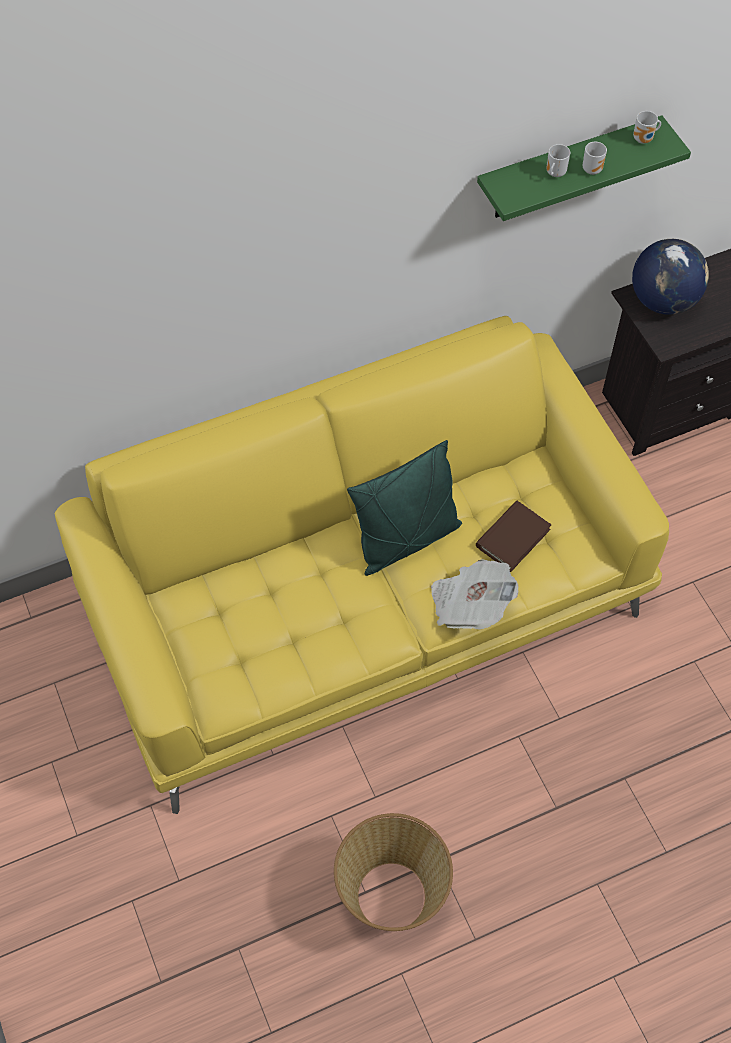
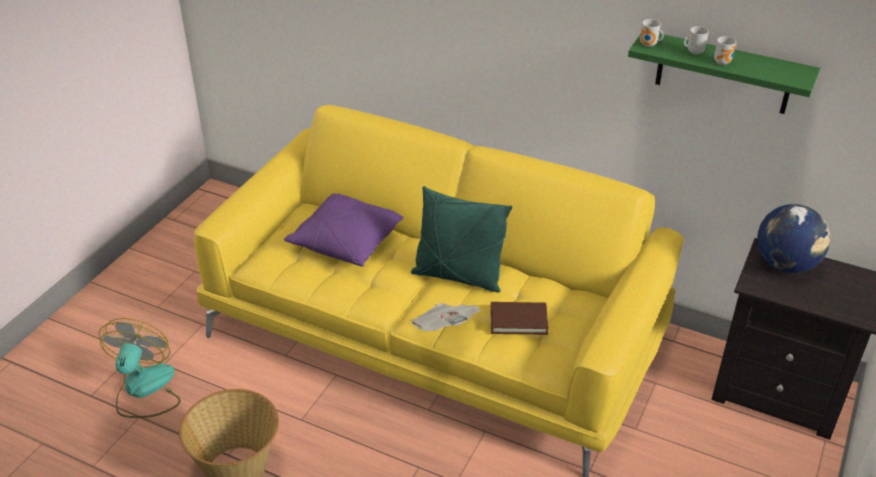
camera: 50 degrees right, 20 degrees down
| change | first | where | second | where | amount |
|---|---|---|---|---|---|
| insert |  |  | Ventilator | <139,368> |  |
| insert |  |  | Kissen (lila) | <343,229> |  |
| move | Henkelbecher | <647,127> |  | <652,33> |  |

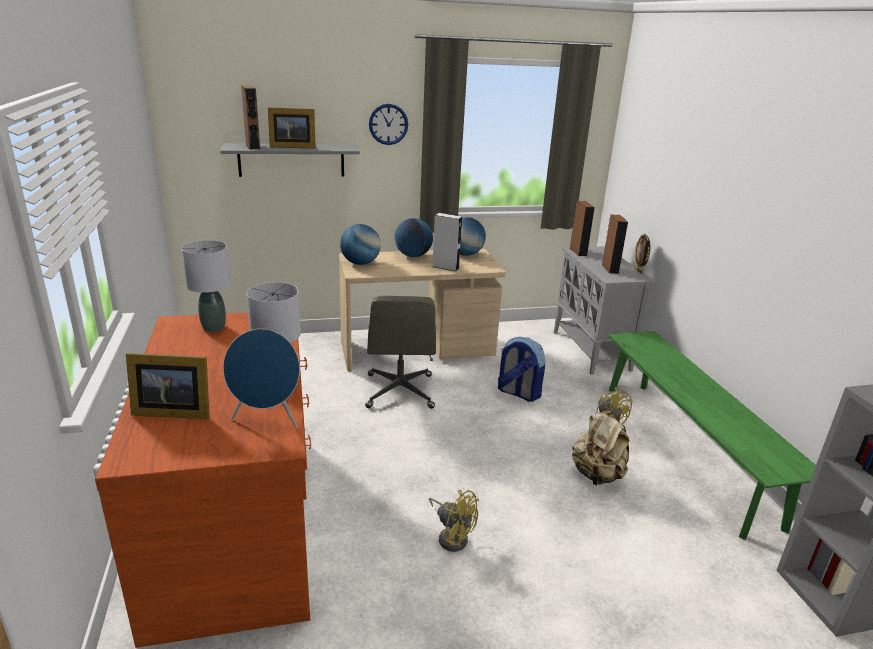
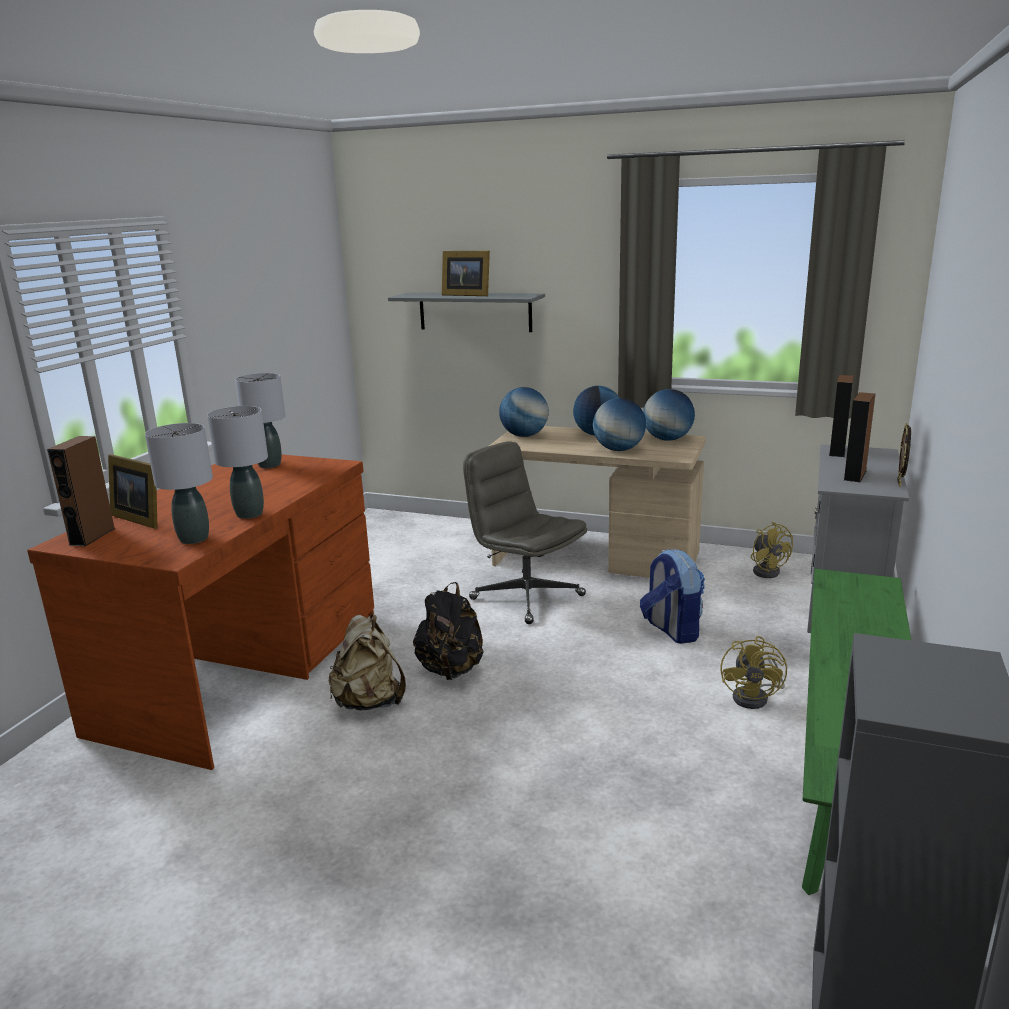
camera: 35 degrees right, 5 degrees down
| change | first | where | second | where | amount |
|---|---|---|---|---|---|
| delete | Wanduhr | <388,124> |  |  |  |
| insert |  |  | Rucksack (schwarz) | <448,631> |  |
| move | Lautsprecher (braun) | <250,118> |  | <81,491> |  |
| move | Ventilator (gelb) | <454,521> |  | <772,550> |  |
| move | Rucksack (beige) | <600,447> |  | <367,662> |  |
| replace | Lautsprecher (blau) | <261,379> | Tischlampe (grau) | <179,483> |  |
| replace | Lautsprecher (grau) | <447,242> | Globus | <619,424> |  |
| rotate | Bürostuhl (grau) | <400,352> |  | <525,532> | 105 degrees clockwise |

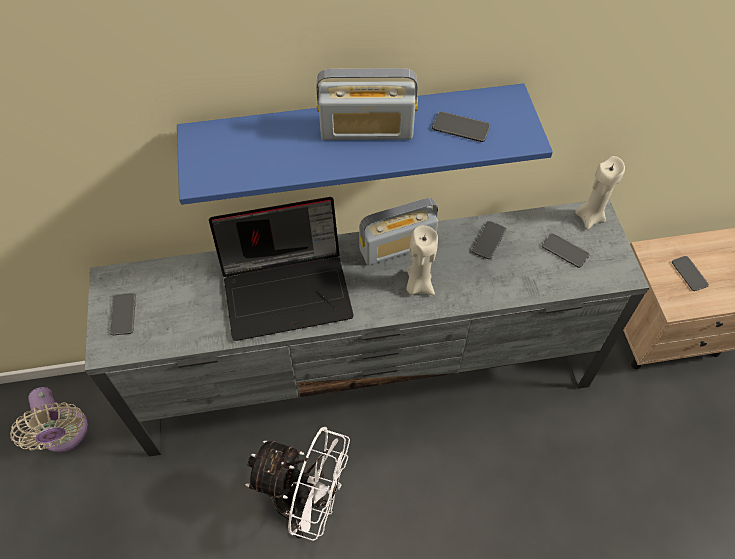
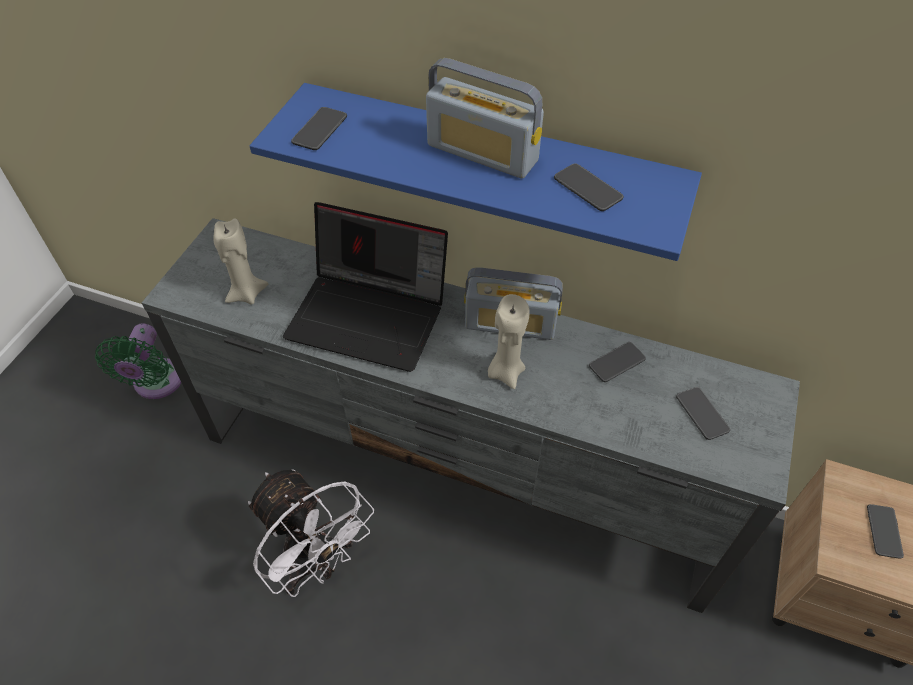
camera: 30 degrees right, 5 degrees down
| change | first | where | second | where | amount |
|---|---|---|---|---|---|
| move | Handy | <123,314> |  | <319,128> |  |
| move | Kerze (beige) | <600,192> |  | <240,261> |  |
| recolor | Ventilator (beige) | <49,419> | Ventilator (grün) | <138,361> |  |

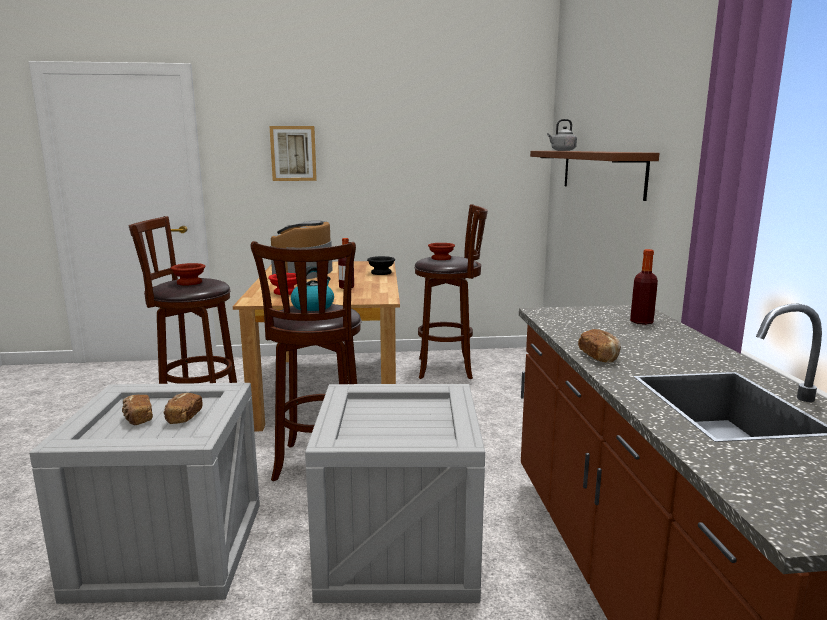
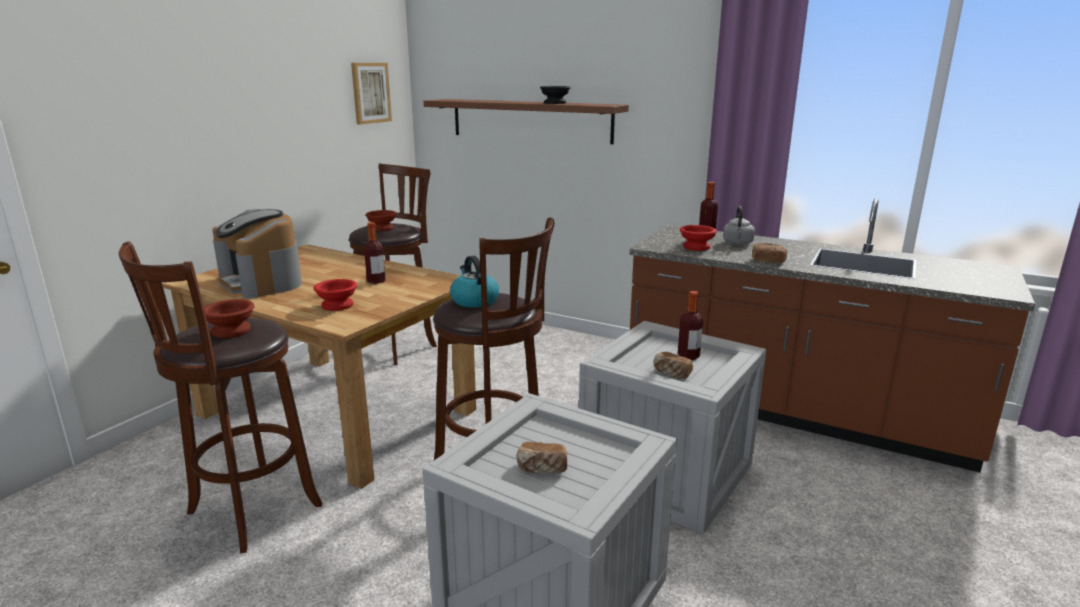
camera: 55 degrees left, 5 degrees up
| change | first | where | second | where | amount |
|---|---|---|---|---|---|
| insert |  |  | Flasche | <690,325> |  |
| insert |  |  | Schüssel (rot) | <698,238> |  |
| move | Brot | <183,408> |  | <673,365> |  |
| move | Bild | <293,153> |  | <371,94> |  |
| move | Schüssel (schwarz) | <381,265> |  | <555,95> |  |
| move | Wasserkessel (grau) | <562,135> |  | <739,225> |  |

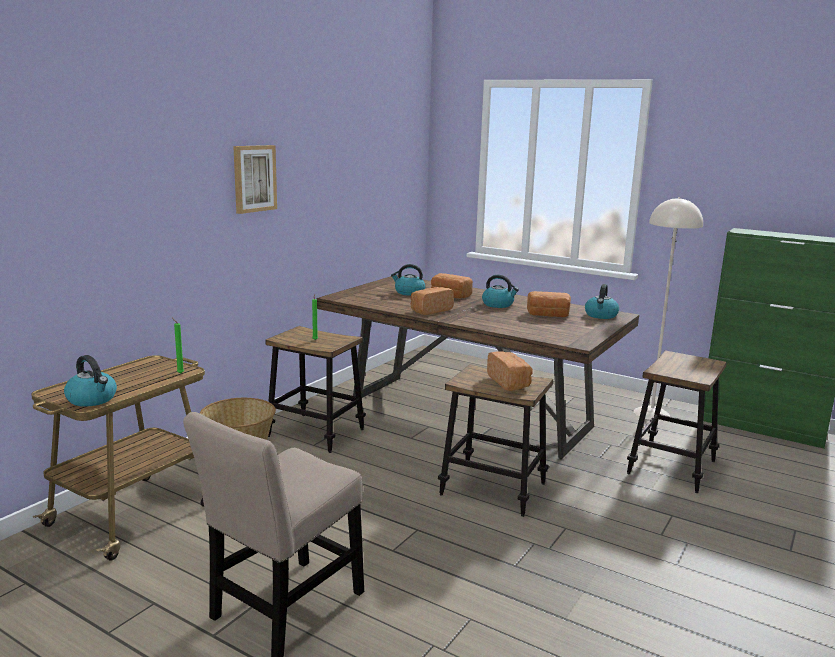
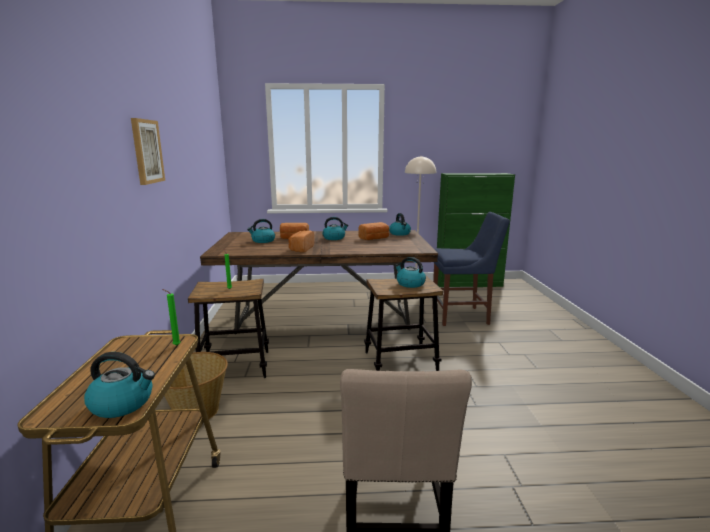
camera: 35 degrees left, 0 degrees up
| change | first | where | second | where | amount |
|---|---|---|---|---|---|
| replace | Brot | <510,371> | Wasserkessel | <410,272> |  |
| replace | Hocker | <677,421> | Stuhl (blau) | <471,269> |  |

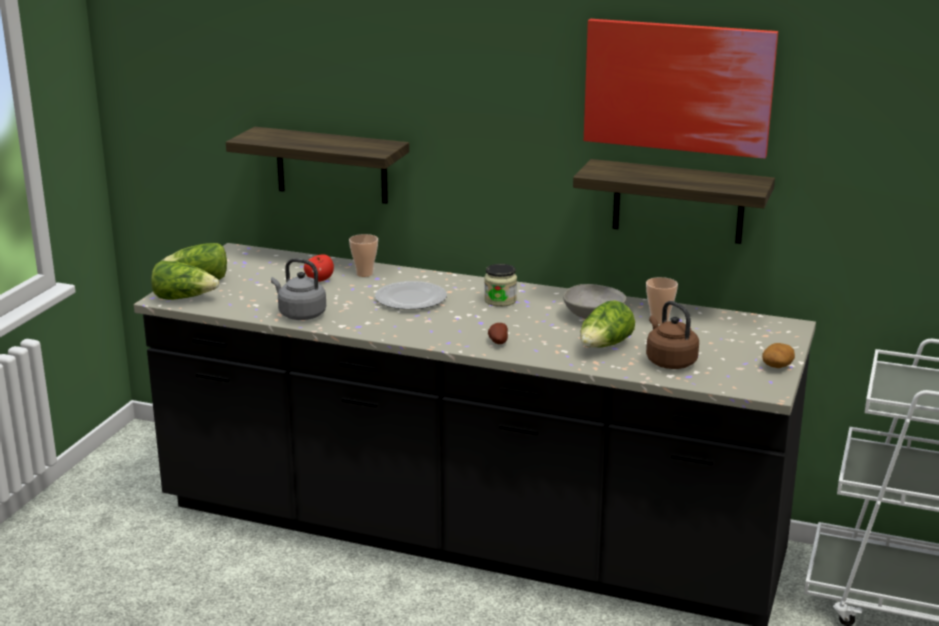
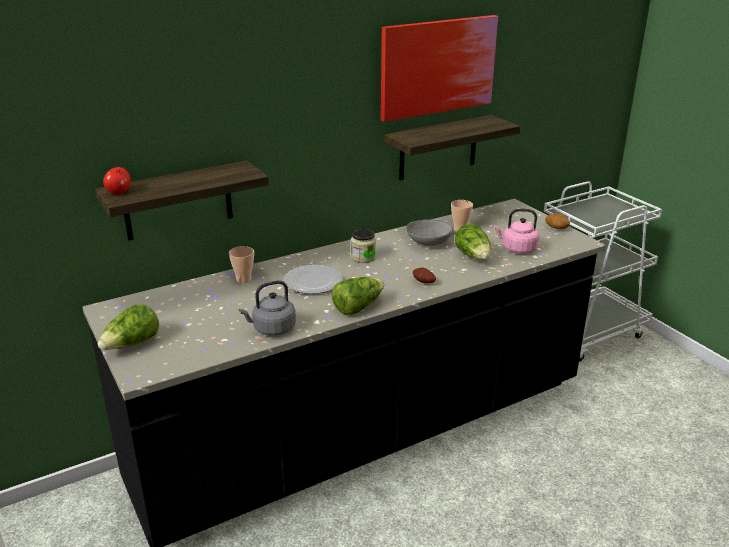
camera: 50 degrees left, 5 degrees up
| change | first | where | second | where | amount |
|---|---|---|---|---|---|
| move | Salatkopf | <185,280> |  | <358,296> |  |
| move | Apfel | <319,268> |  | <117,180> |  |
| recolor | Wasserkessel (braun) | <672,335> | Wasserkessel (rosa) | <516,231> |  |

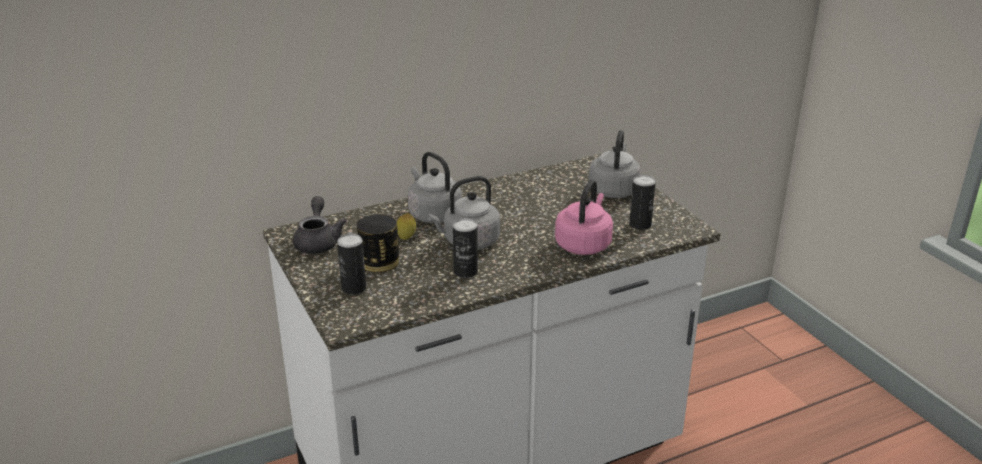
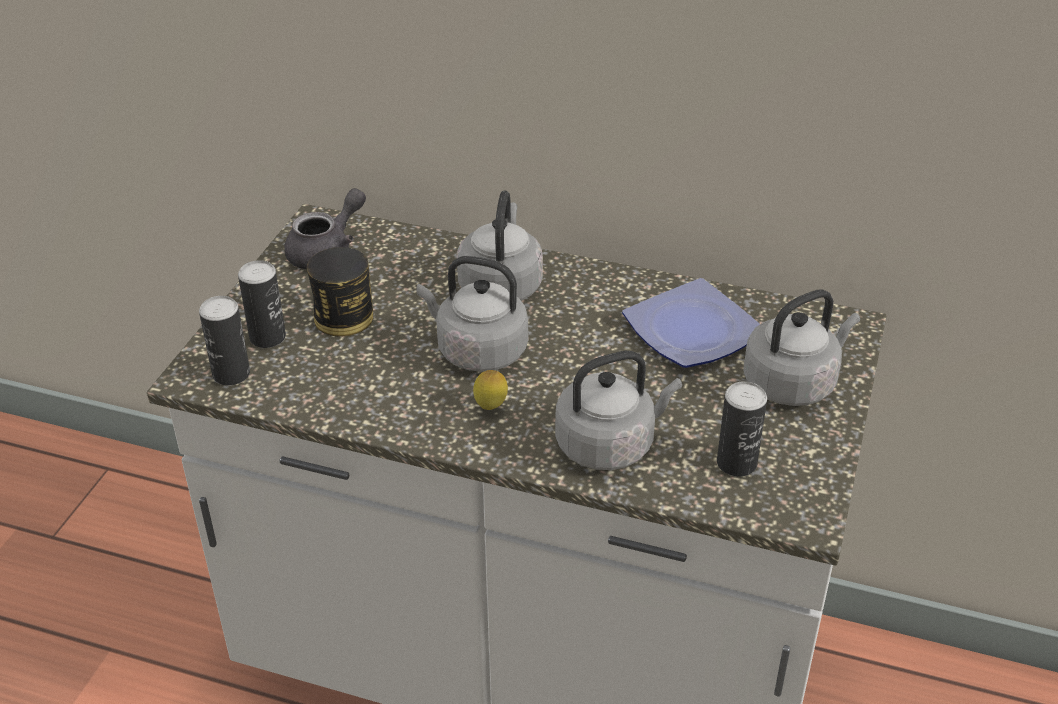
camera: 45 degrees right, 10 degrees up
| change | first | where | second | where | amount |
|---|---|---|---|---|---|
| insert |  |  | Teller | <691,323> |  |
| move | Zitrone | <406,226> |  | <490,390> |  |
| move | Dose | <465,248> |  | <224,340> |  |
| recolor | Wasserkessel (rosa) | <584,217> | Wasserkessel (grau) | <618,410> |  |

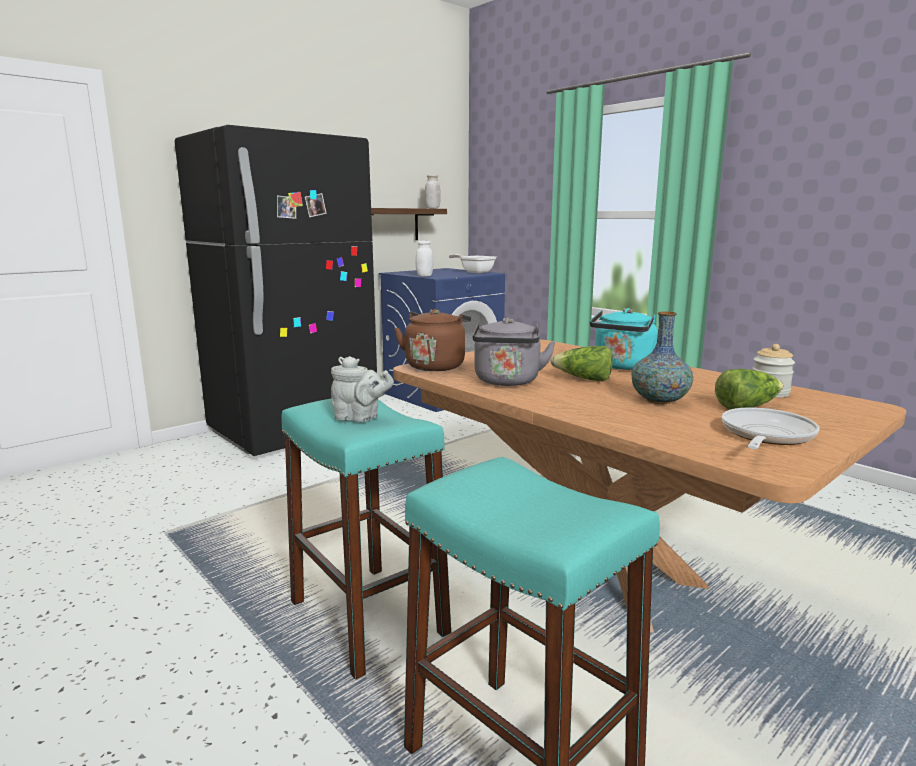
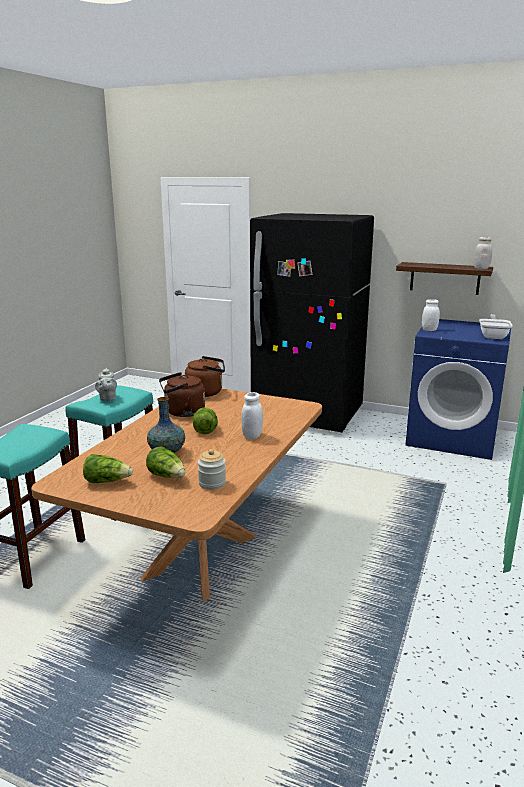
camera: 65 degrees right, 5 degrees up
| change | first | where | second | where | amount |
|---|---|---|---|---|---|
| replace | Wasserkessel (türkis) | <623,339> | Vorratsglas (weiß) | <252,416> |  |
| replace | Pfanne | <770,428> | Salatkopf | <108,468> |  |
| recolor | Wasserkessel (grau) | <514,352> | Wasserkessel (braun) | <182,394> |  |

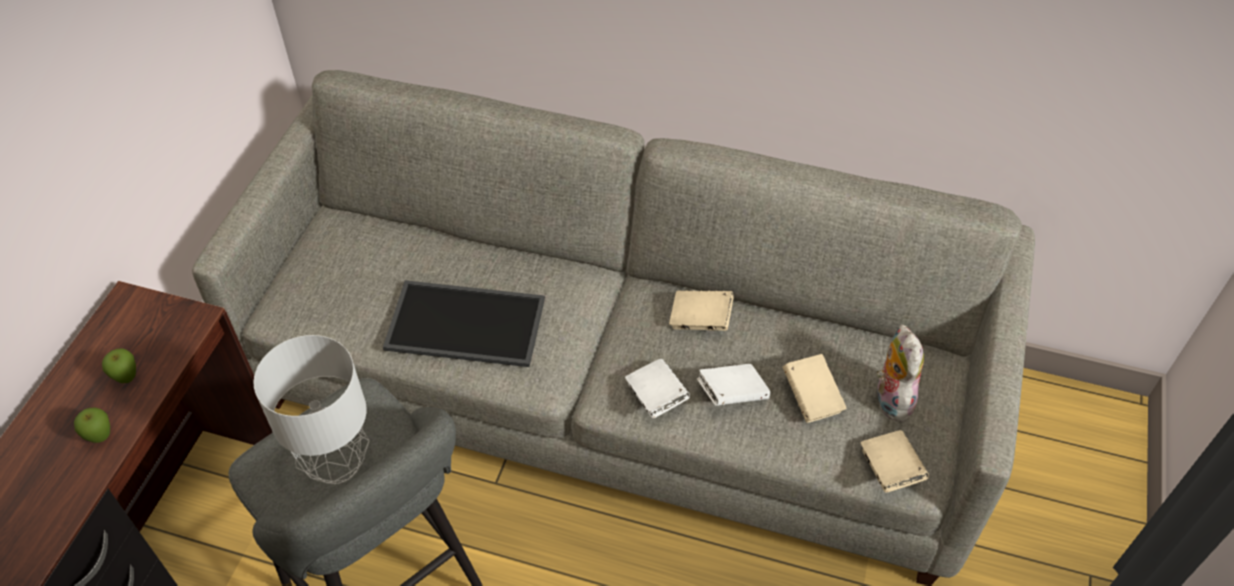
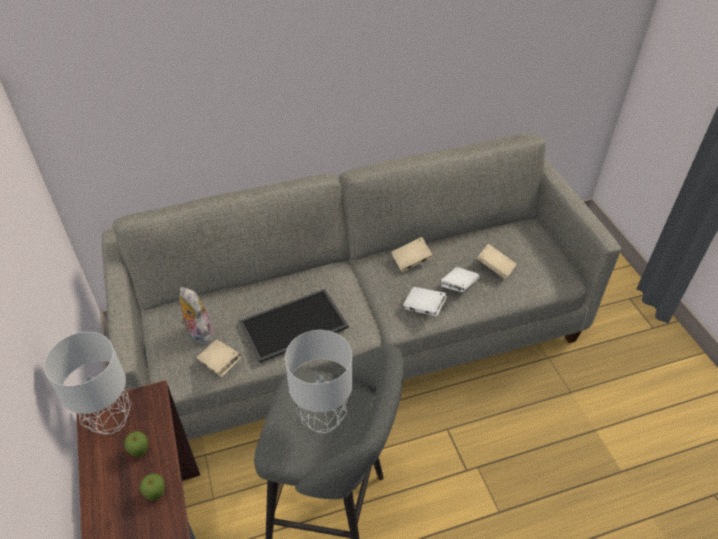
camera: 35 degrees left, 5 degrees down
| change | first | where | second | where | amount |
|---|---|---|---|---|---|
| insert |  |  | Tischlampe (grau) | <87,383> |  |
| move | Buch (beige) | <895,461> |  | <219,358> |  |
| move | Plüschtier | <900,373> |  | <196,315> |  |

